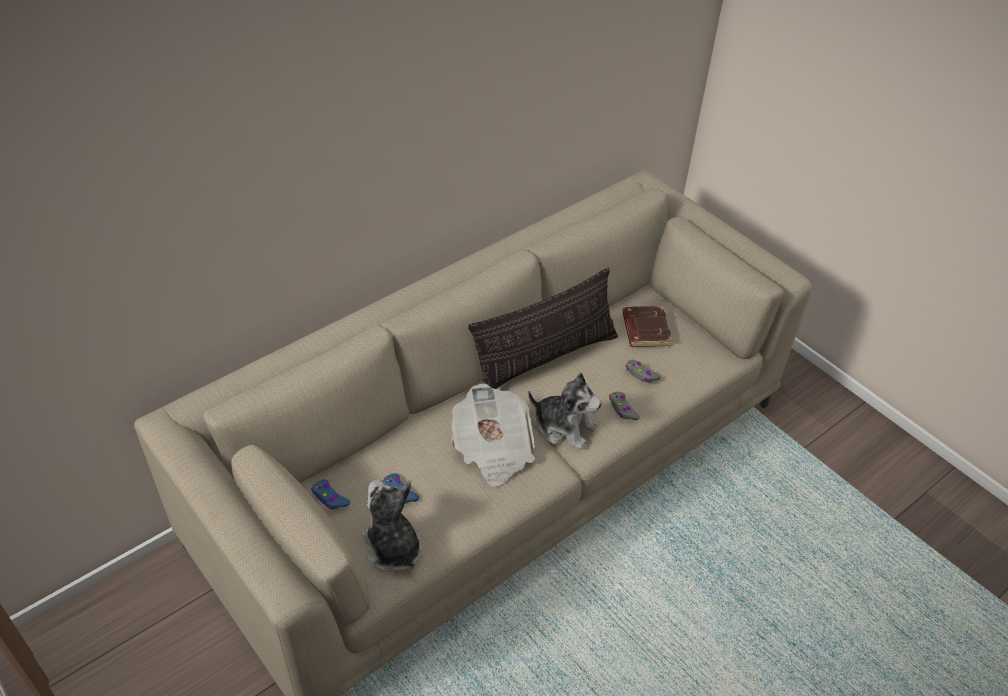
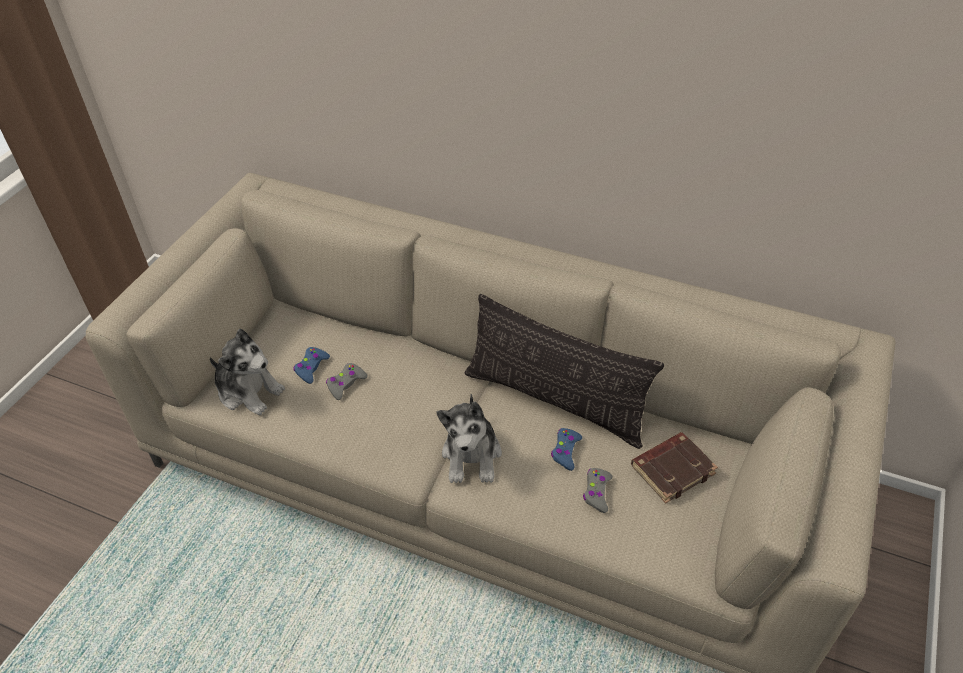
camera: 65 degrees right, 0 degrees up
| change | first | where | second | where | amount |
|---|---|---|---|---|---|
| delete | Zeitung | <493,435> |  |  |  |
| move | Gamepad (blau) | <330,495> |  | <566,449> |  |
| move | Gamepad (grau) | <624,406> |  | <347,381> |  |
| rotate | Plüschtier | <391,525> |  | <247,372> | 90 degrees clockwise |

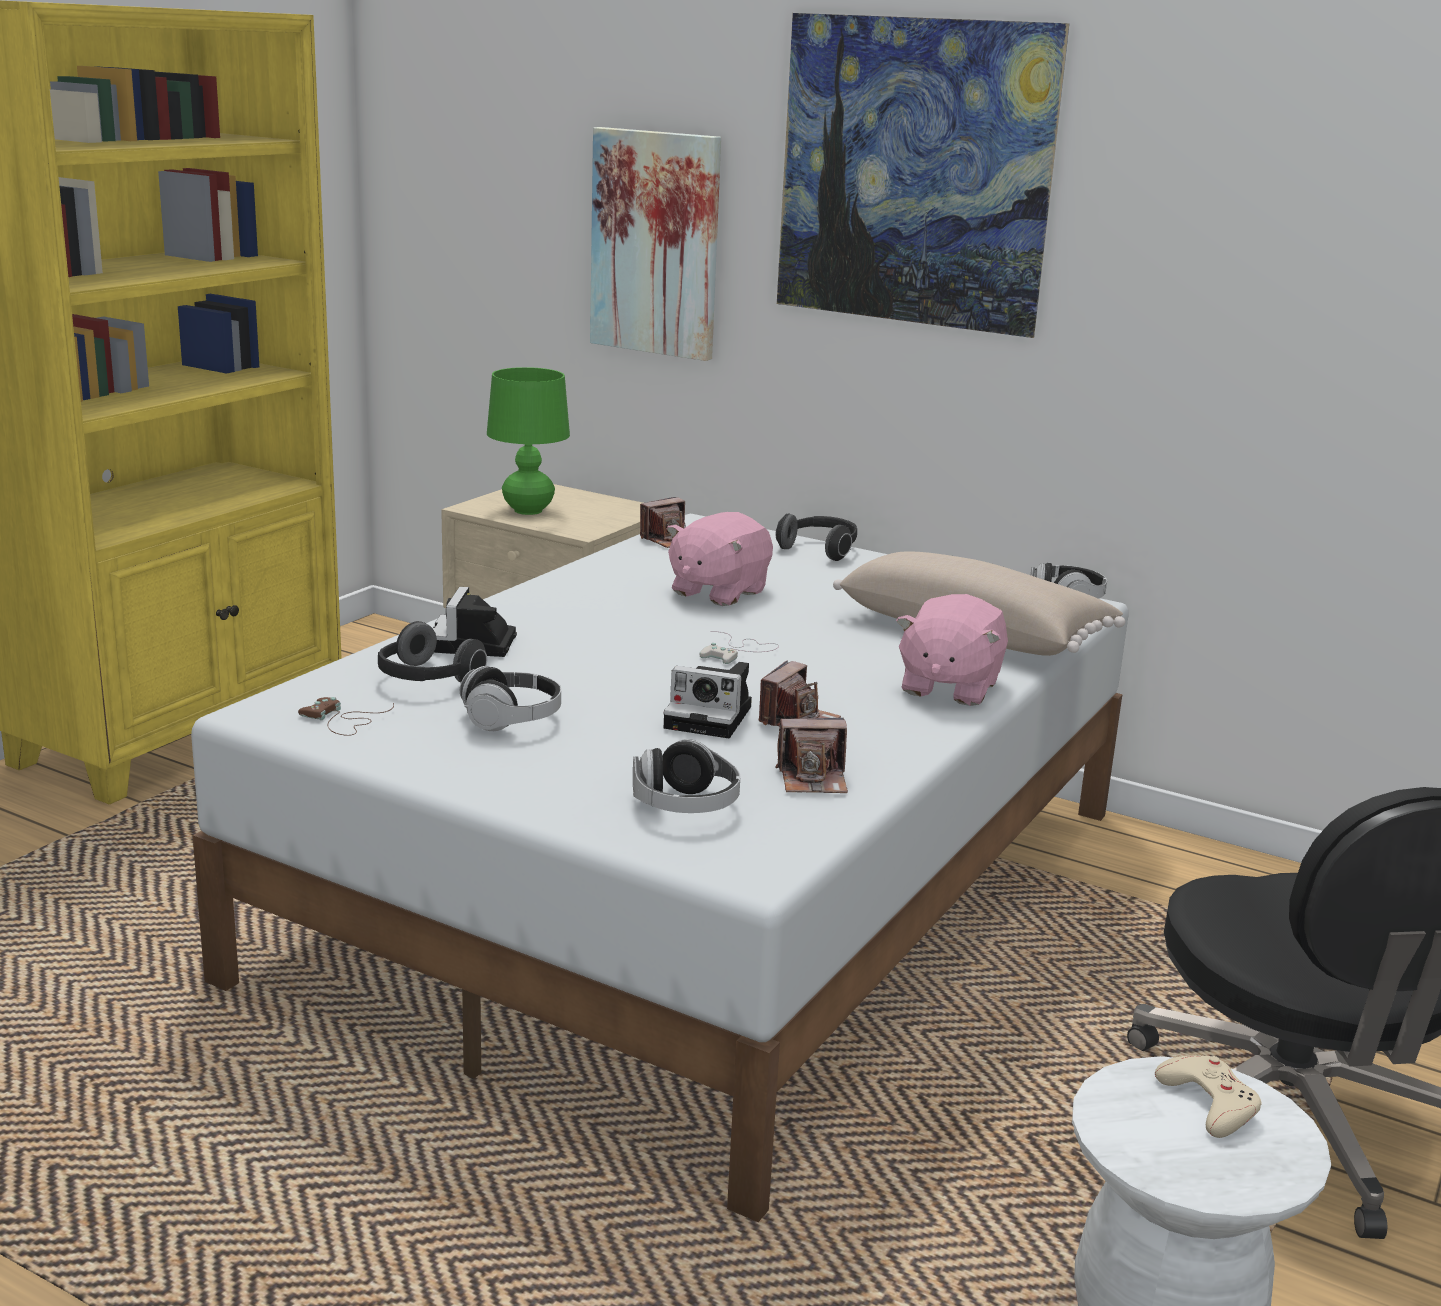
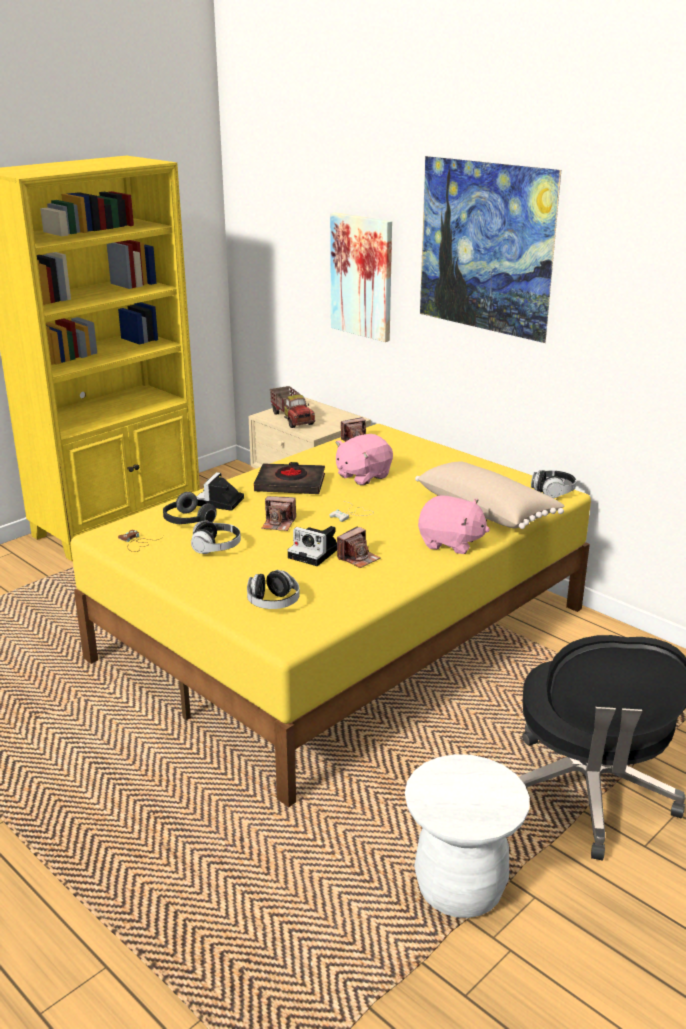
camera: 15 degrees right, 5 degrees up
| change | first | where | second | where | amount |
|---|---|---|---|---|---|
| delete | Kopfhörer | <816,537> |  |  |  |
| delete | Gamepad (beige) | <1208,1096> |  |  |  |
| insert |  |  | Buch (schwarz) | <289,478> |  |
| move | Kamera | <811,755> |  | <278,513> |  |
| replace | Tischlampe (grün) | <528,441> | Spielzeuglaster | <292,407> |  |
| recolor | Bett (weiß) | <660,868> | Bett (gelb) | <330,615> |  |
| rotate | Plüschtier (rosa) | <952,650> |  | <454,524> | 105 degrees counterclockwise |

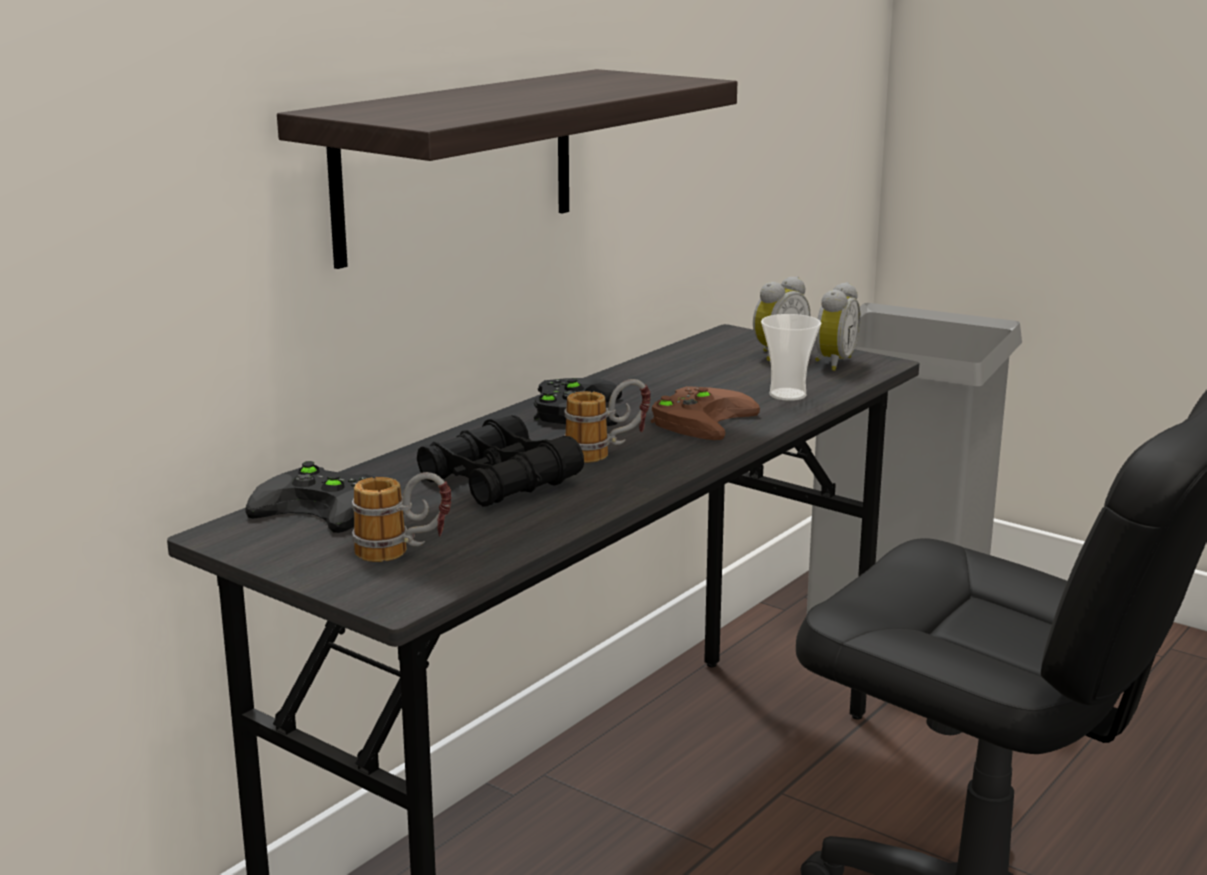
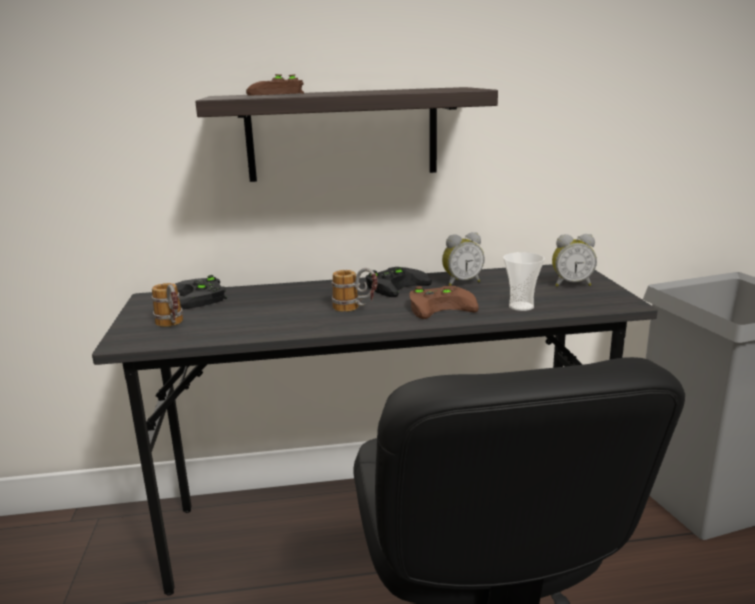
camera: 45 degrees right, 0 degrees up
| change | first | where | second | where | amount |
|---|---|---|---|---|---|
| delete | Fernglas (schwarz) | <500,460> |  |  |  |
| insert |  |  | Gamepad (braun) | <275,84> |  |
| move | Wecker | <837,326> |  | <463,259> |  |

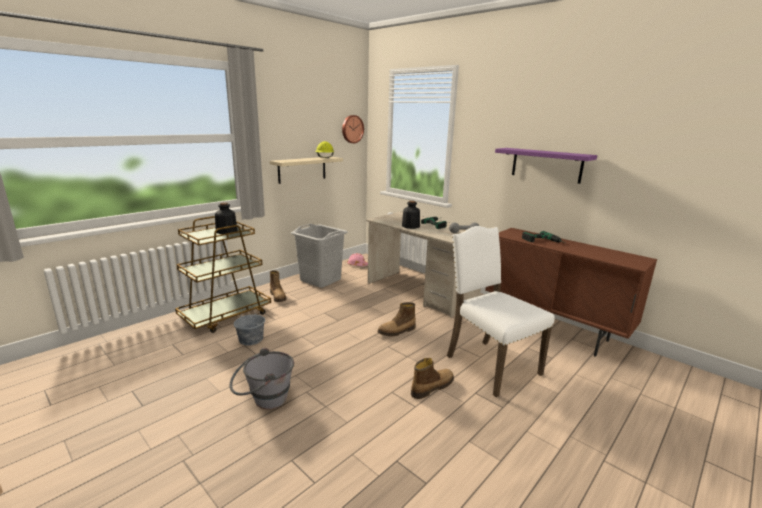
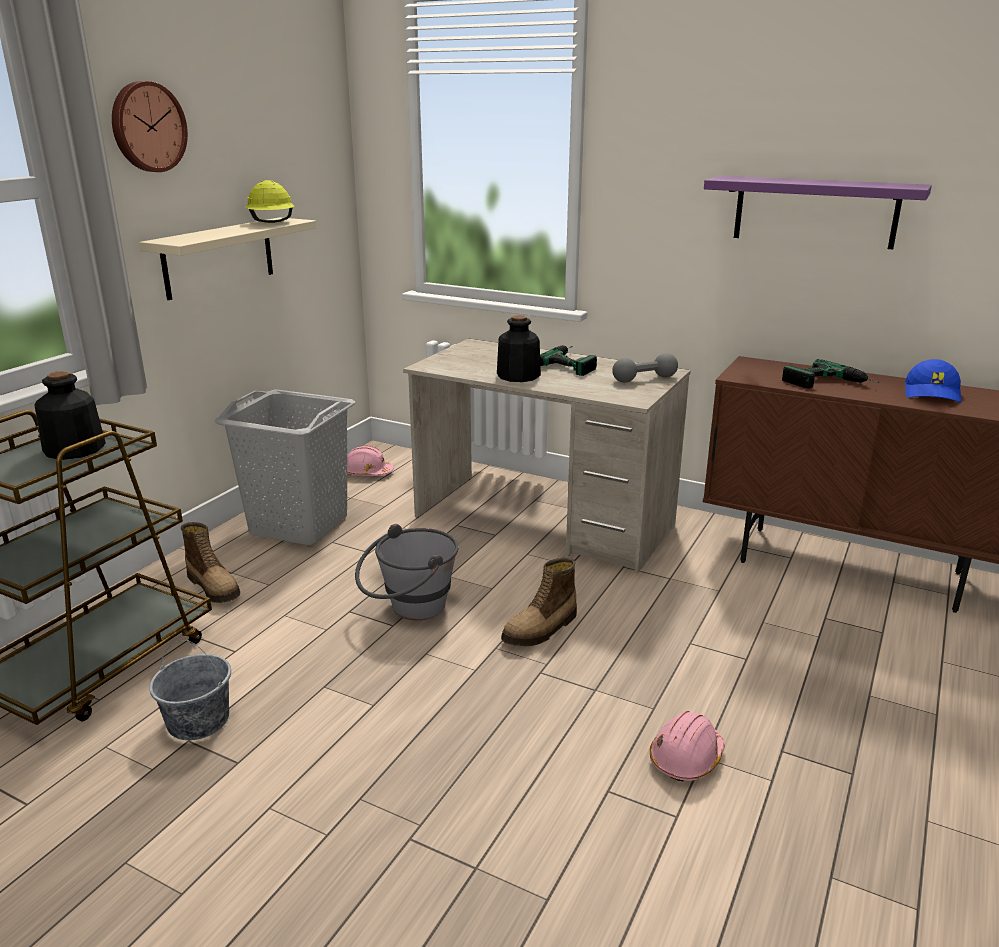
camera: 15 degrees left, 5 degrees up
| change | first | where | second | where | amount |
|---|---|---|---|---|---|
| delete | Stuhl (weiß) | <501,311> |  |  |  |
| insert |  |  | Kappe (blau) | <933,381> |  |
| move | Eimer (grau) | <262,378> |  | <407,572> |  |
| move | Wanduhr | <353,129> |  | <150,126> |  |
| replace | Stiefel | <432,378> | Schutzhelm (rosa) | <687,746> |  |

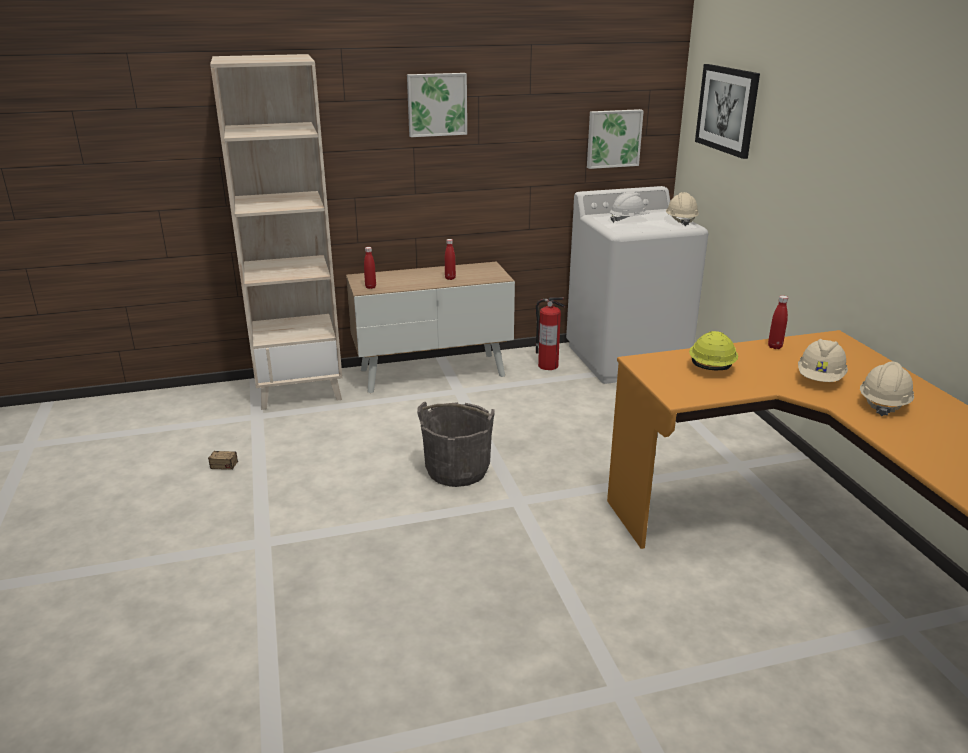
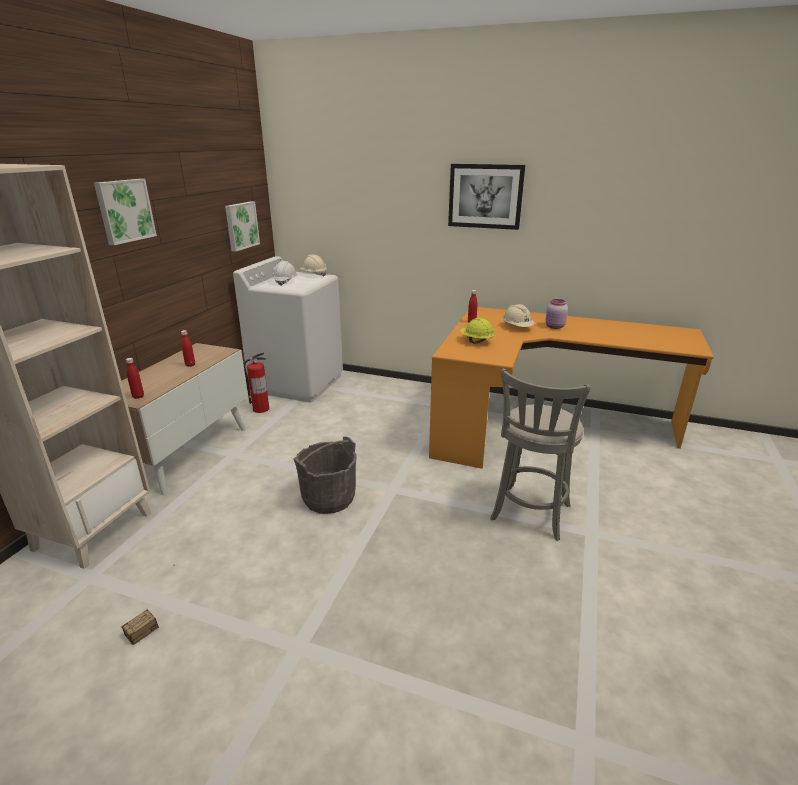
camera: 55 degrees left, 0 degrees up
| change | first | where | second | where | amount |
|---|---|---|---|---|---|
| insert |  |  | Hocker (grau) | <540,454> |  |
| move | Bild | <727,111> |  | <486,197> |  |
| replace | Schutzhelm (beige) | <887,389> | Vorratsglas (rosa) | <556,314> |  |

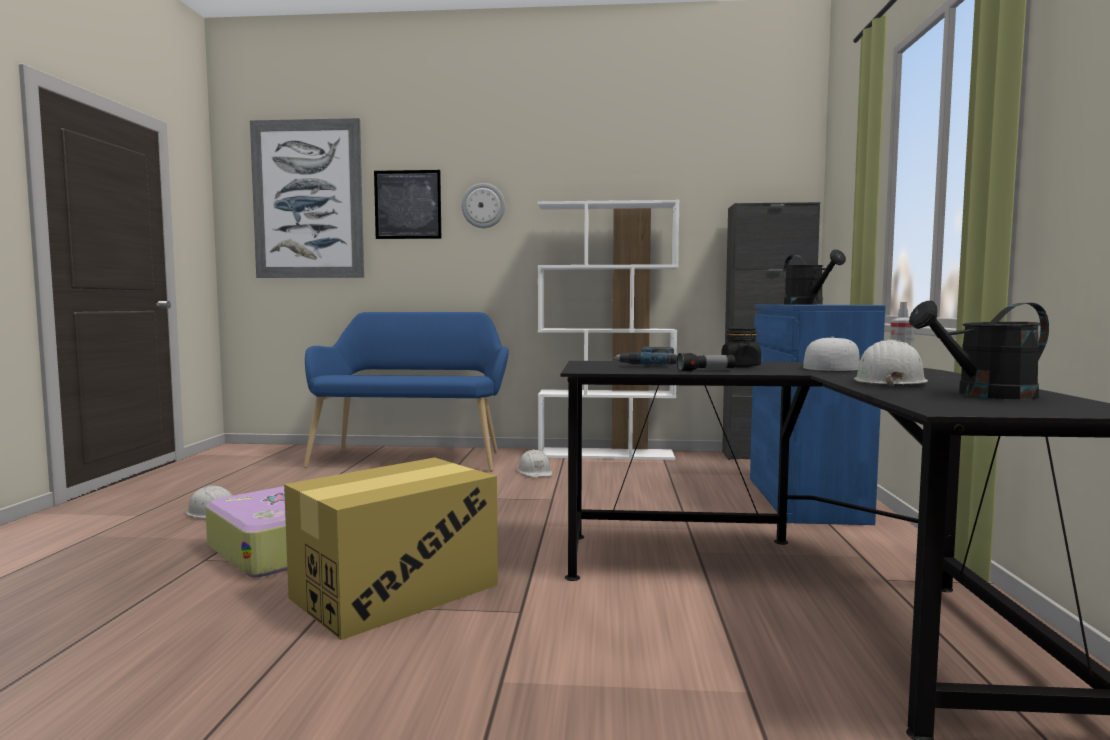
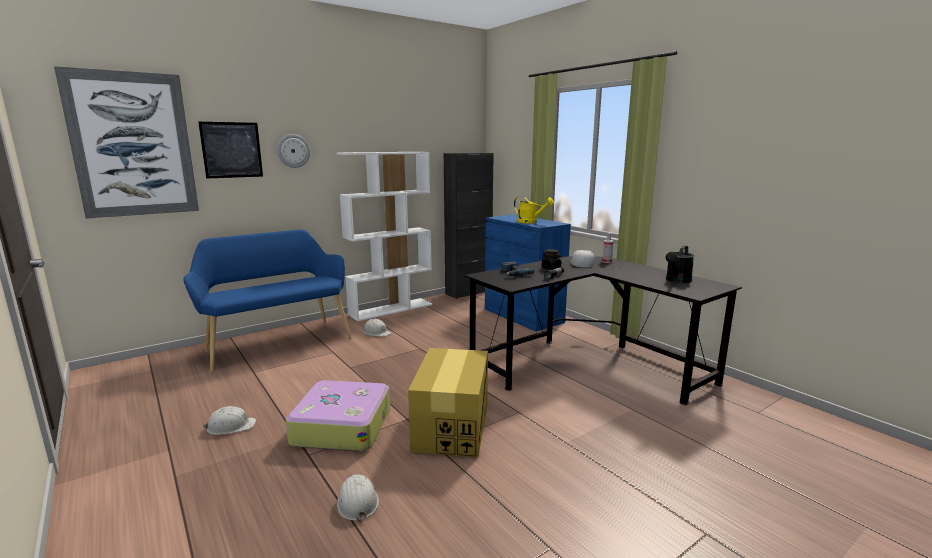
camera: 40 degrees left, 10 degrees up
| change | first | where | second | where | amount |
|---|---|---|---|---|---|
| move | Schutzhelm (weiß) | <891,363> |  | <358,498> |  |
| recolor | Gießkanne (schwarz) | <815,277> | Gießkanne (gelb) | <534,209> |  |

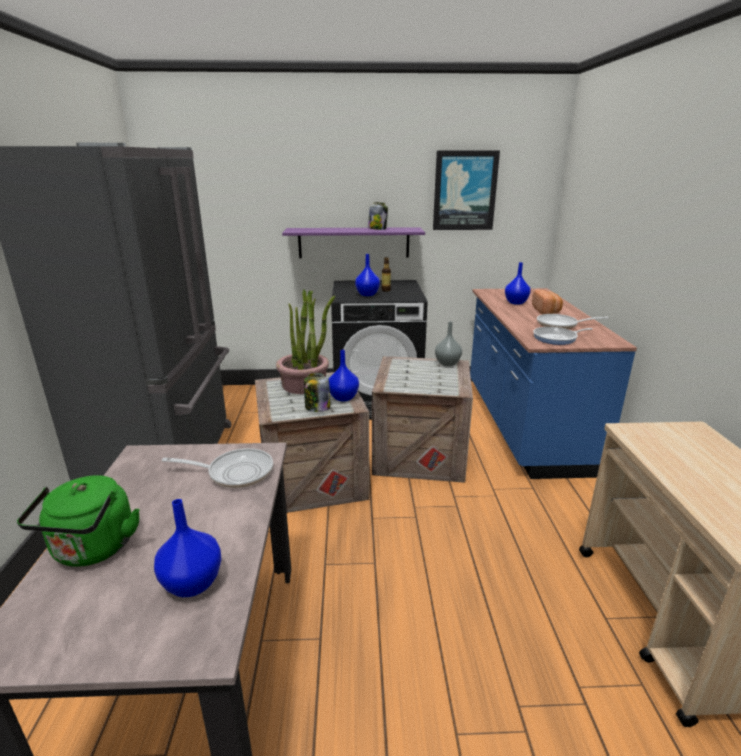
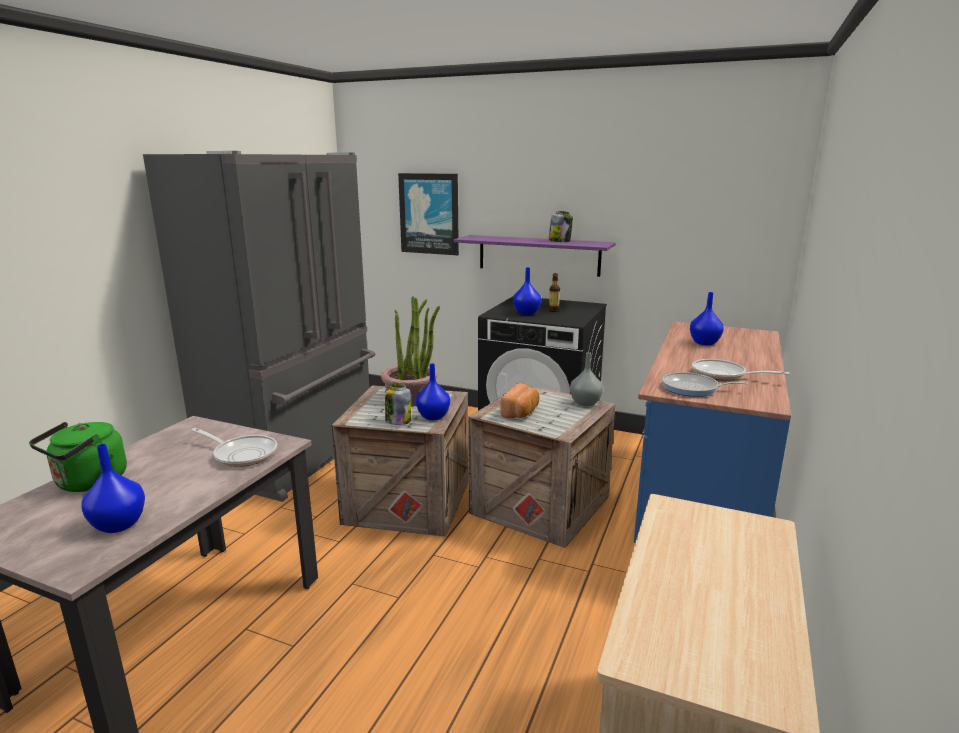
camera: 25 degrees right, 5 degrees down
| change | first | where | second | where | amount |
|---|---|---|---|---|---|
| move | Bild | <466,190> |  | <428,214> |  |
| move | Brot | <547,302> |  | <519,400> |  |

